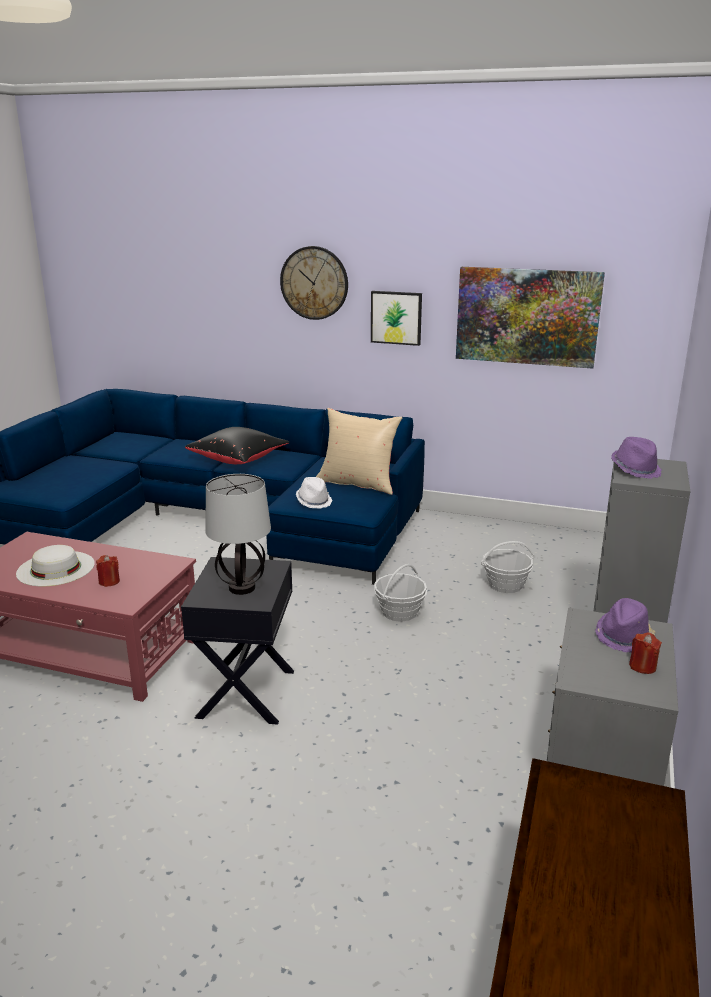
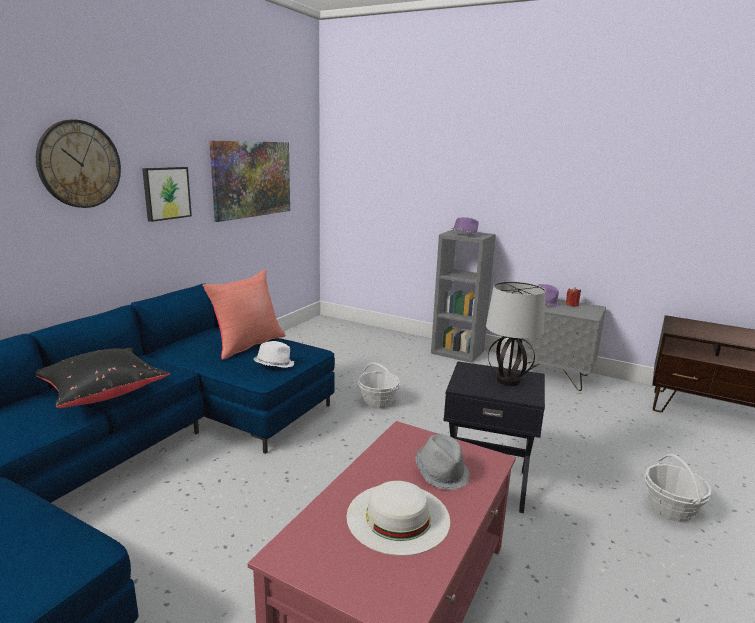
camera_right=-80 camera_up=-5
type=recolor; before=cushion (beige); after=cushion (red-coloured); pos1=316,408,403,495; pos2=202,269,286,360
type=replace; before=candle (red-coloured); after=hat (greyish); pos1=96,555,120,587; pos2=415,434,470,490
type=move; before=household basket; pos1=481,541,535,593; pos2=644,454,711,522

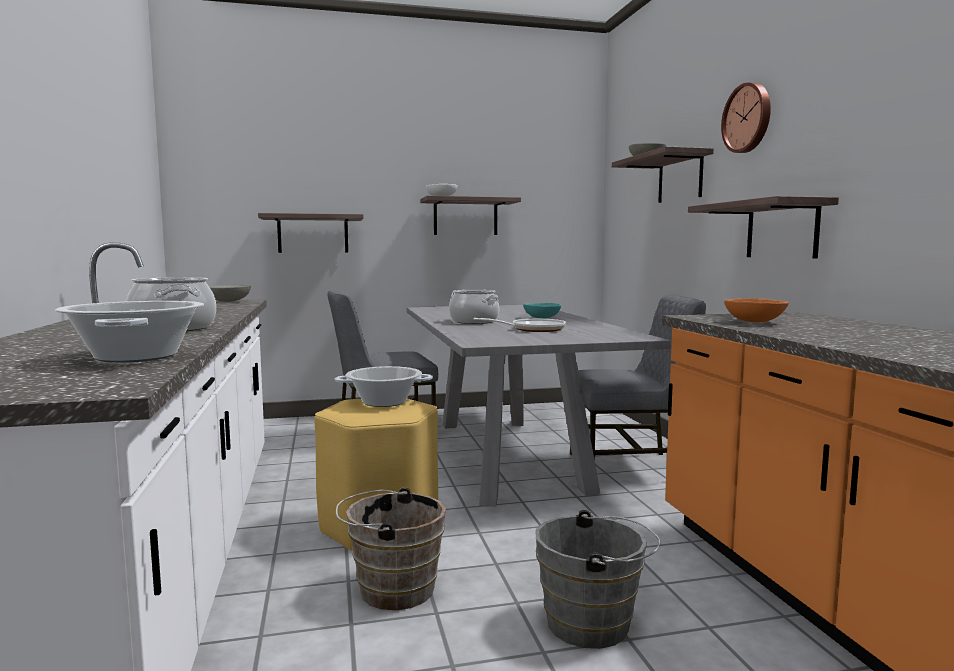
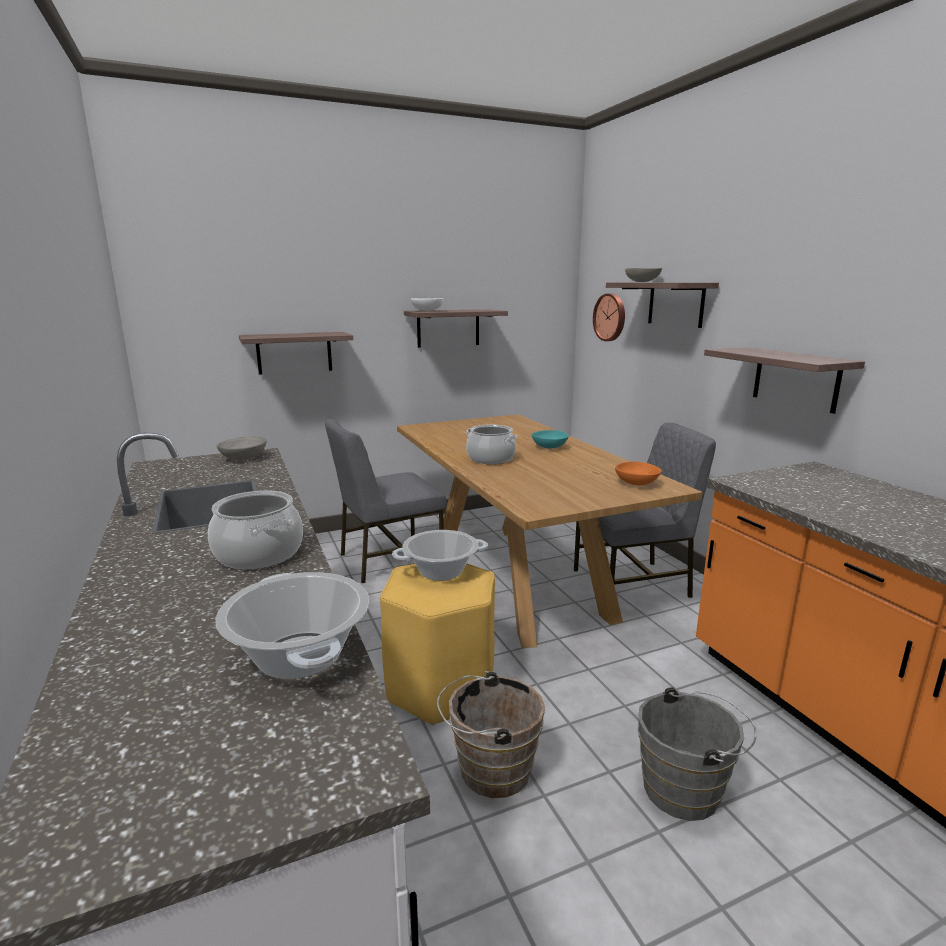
camera_right=-10 camera_up=10
type=recolor; before=kitchen table (greyish); after=kitchen table (brown-coloured); pos1=406,305,671,507; pos2=397,414,703,648
type=move; before=wall clock; pos1=721,82,771,153; pos2=593,293,625,341
type=move; before=deep dish (orange-coloured); pos1=724,298,789,323; pos2=615,461,662,485
type=delete; before=skillet; pos1=474,318,566,332

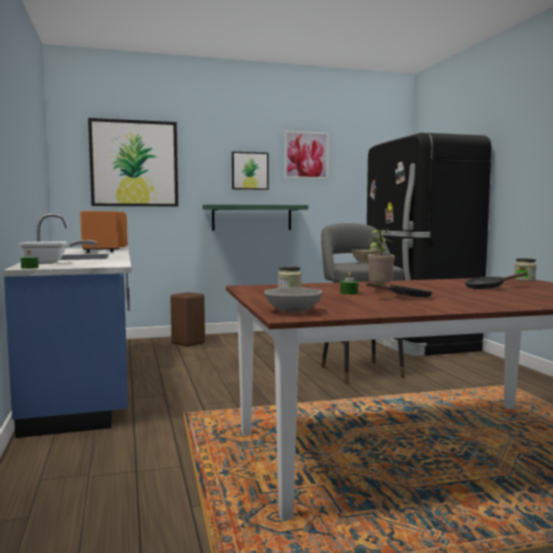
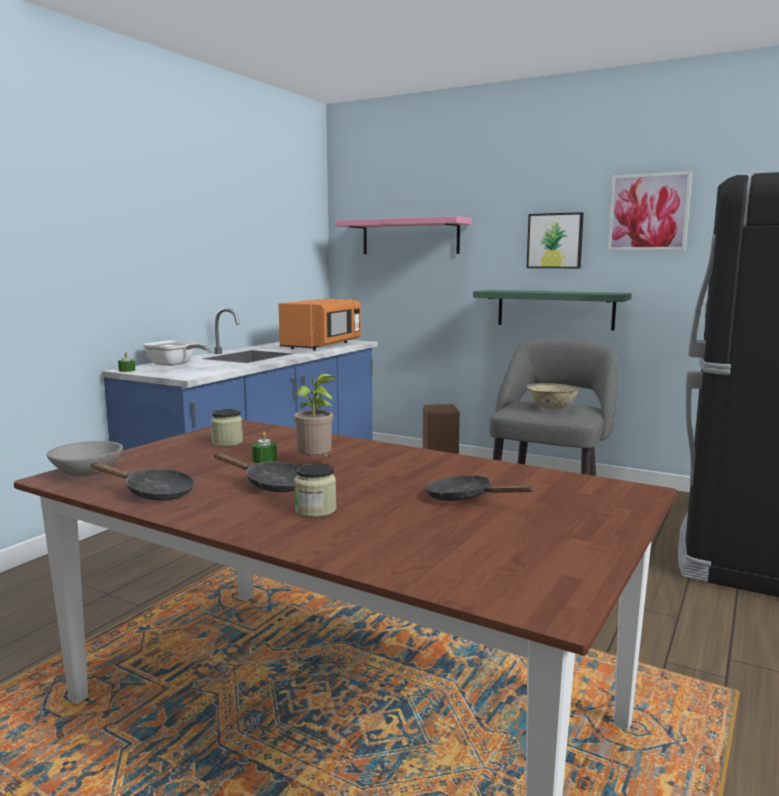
camera_right=45 camera_up=5
type=insert; after=skillet (black-coloured); pos2=90,462,194,500
type=move; before=preserve jar; pos1=514,258,537,281; pos2=294,463,336,517
type=replace; before=wall picture; after=shelf (pink); pos1=88,118,178,206; pos2=335,216,472,254

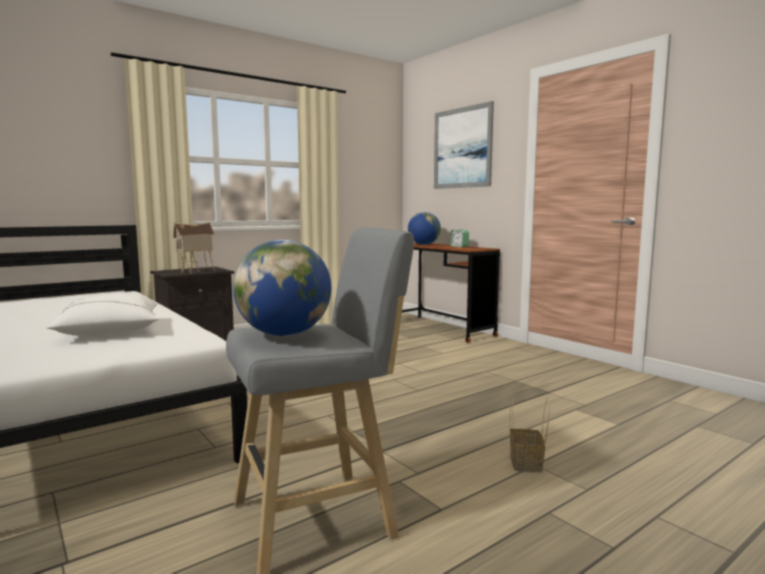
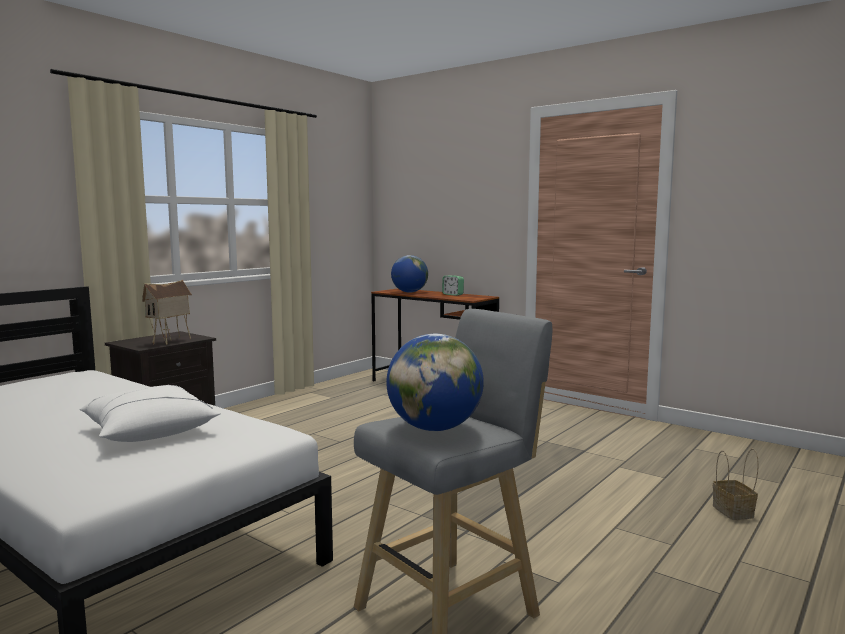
camera_right=-15 camera_up=0
type=move; before=household basket; pos1=510,396,550,472; pos2=713,449,759,520
type=delete; before=wall picture; pos1=434,101,494,189

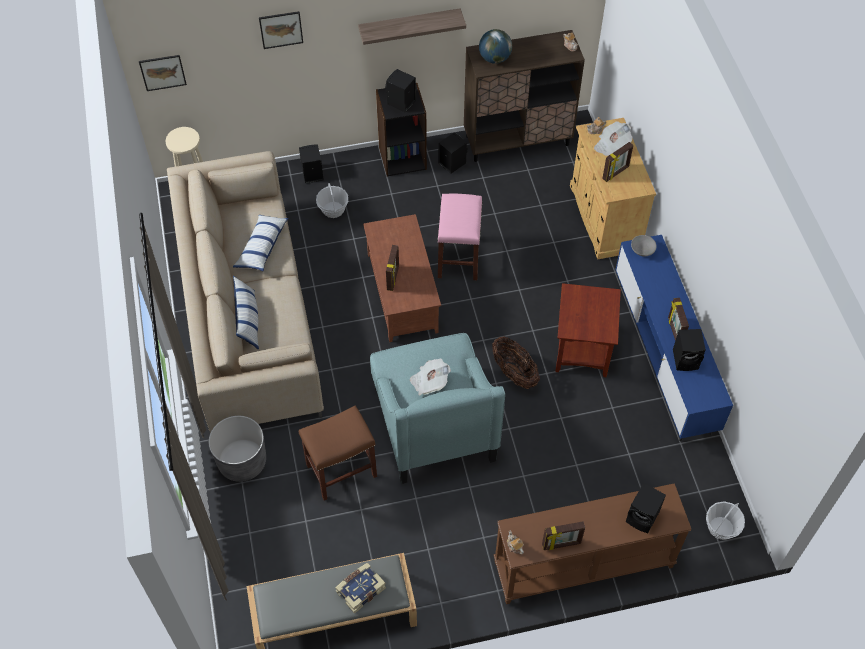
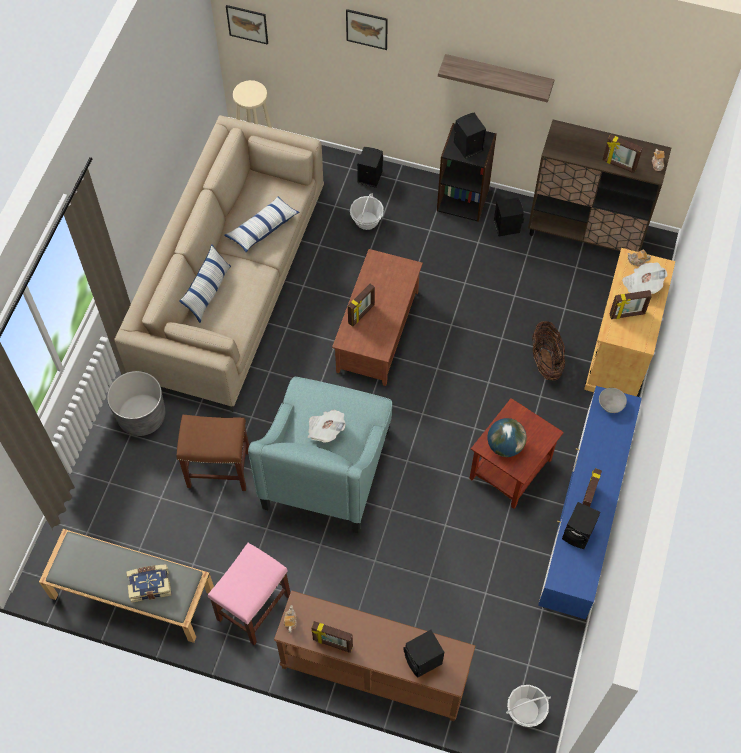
camera_right=30 camera_up=5
type=move; before=stool (pink); pos1=437,194,482,280; pos2=208,543,290,646
type=move; before=desk globe; pos1=479,29,512,64; pos2=488,418,527,457
type=move; before=household basket; pos1=492,336,540,389; pos2=532,321,565,380
type=insert; after=standing frame; pos2=603,134,643,173

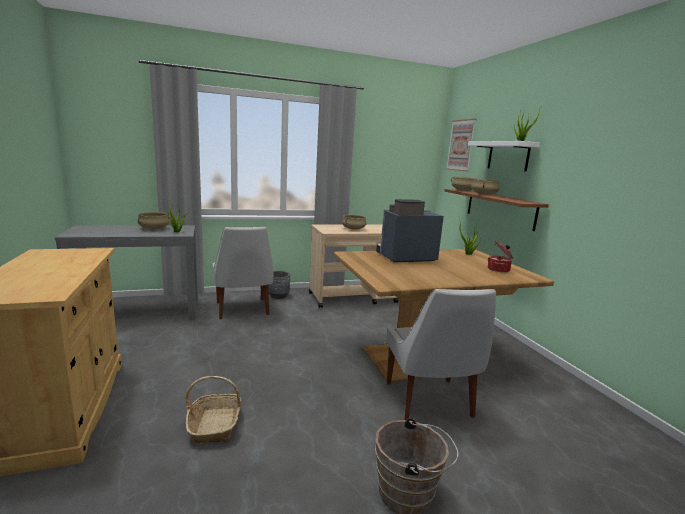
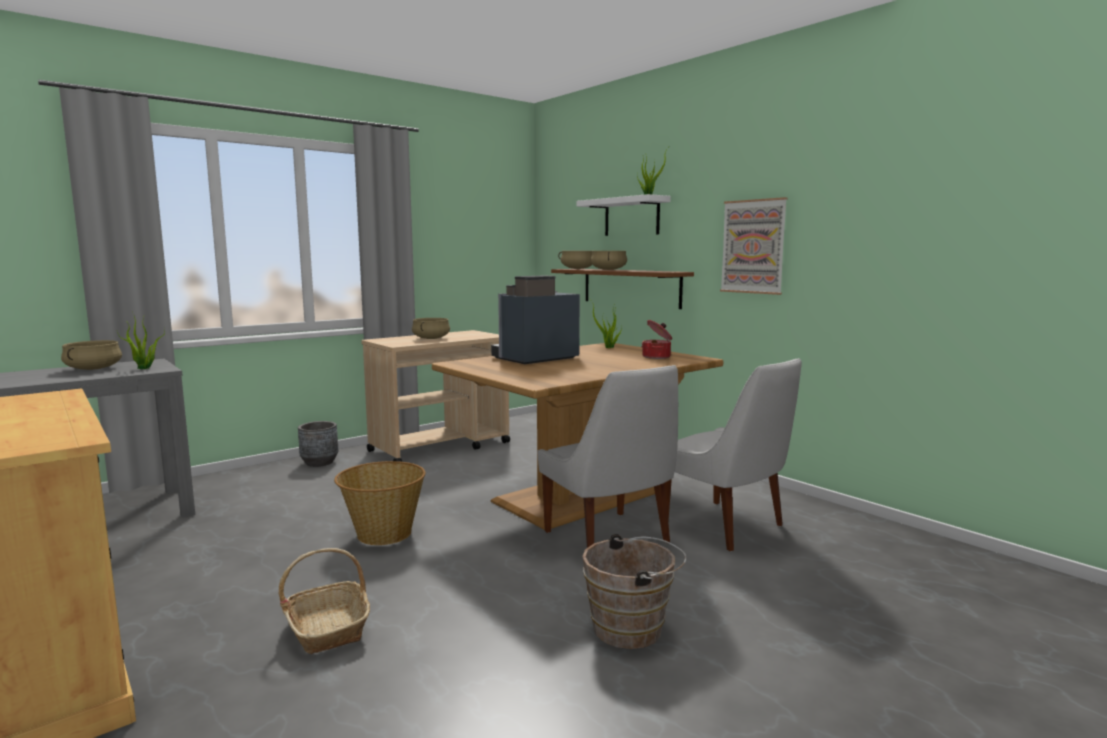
camera_right=-20 camera_up=-5
type=insert; after=household basket; pos2=334,461,425,545
type=move; before=upright chair (white); pos1=212,227,273,319; pos2=665,358,802,551
type=move; before=wall picture; pos1=446,118,476,172; pos2=720,197,788,295

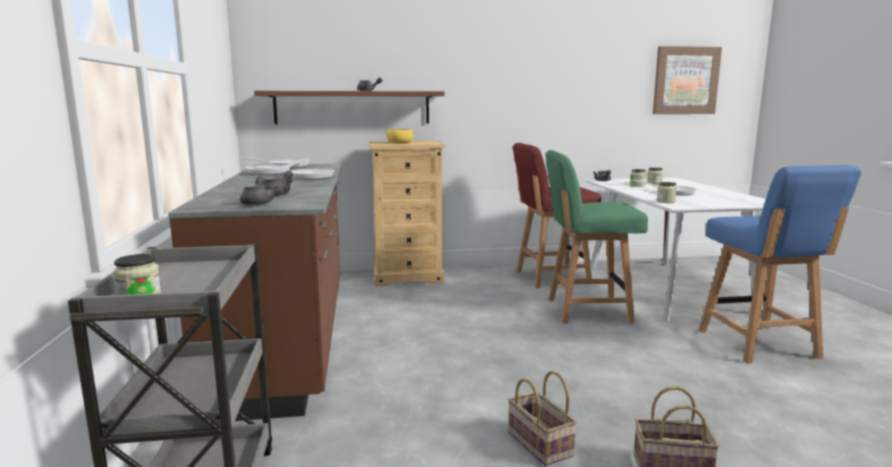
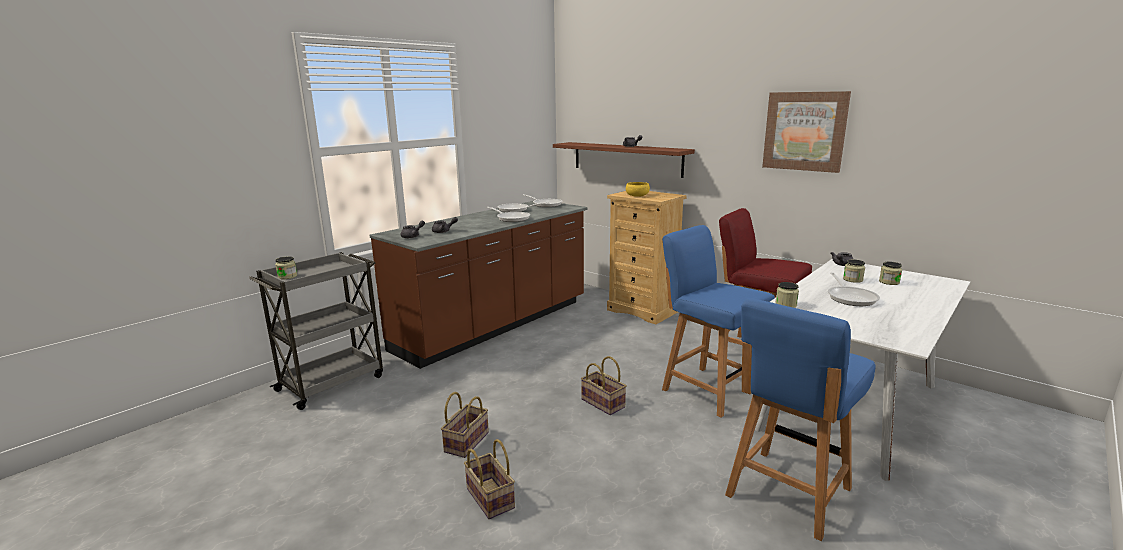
camera_right=50 camera_up=5
type=insert; after=household basket; pos2=581,356,627,415
type=recolor; before=upright chair (green-coloured); after=upright chair (blue-coloured); pos1=545,150,648,324; pos2=662,225,775,417
type=move; before=wall picture; pos1=653,46,722,114; pos2=762,91,851,173

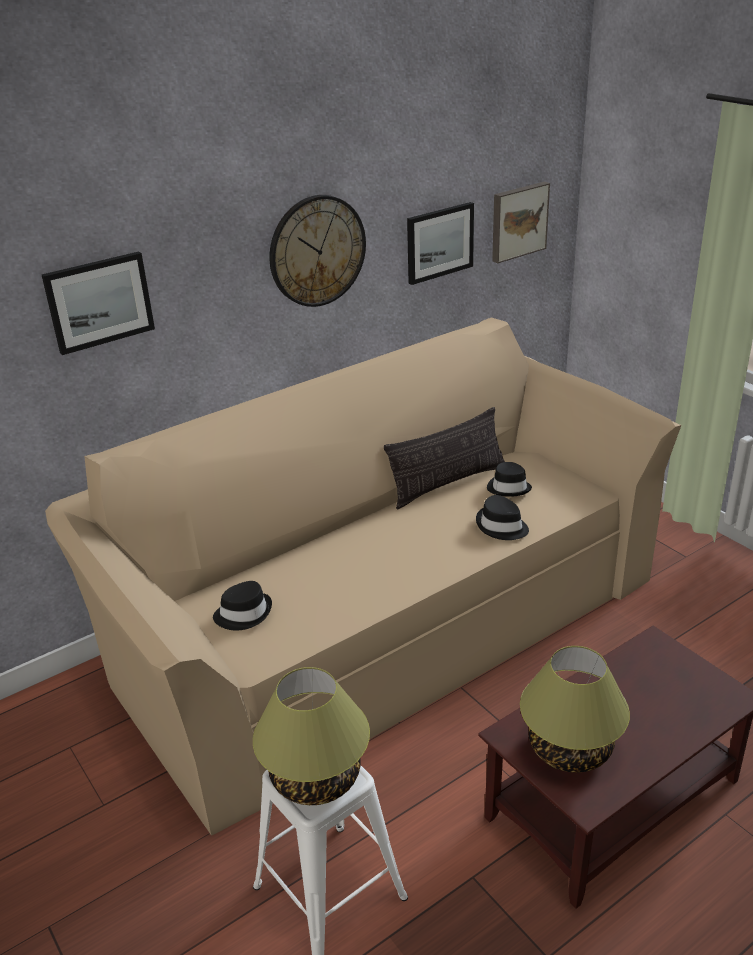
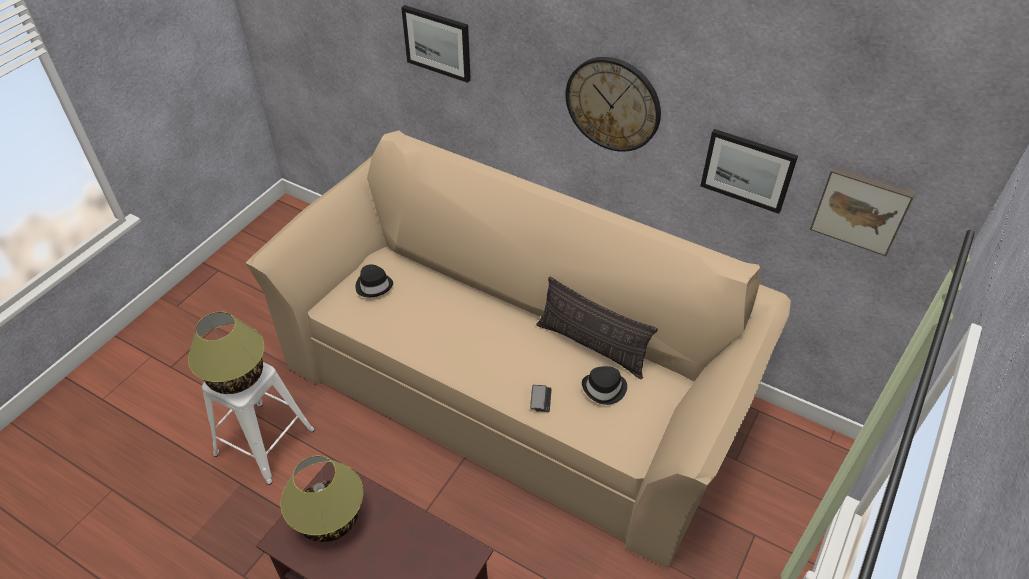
camera_right=65 camera_up=15
type=replace; before=hat (black-coloured); after=handset; pos1=476,495,529,540; pos2=530,385,551,412

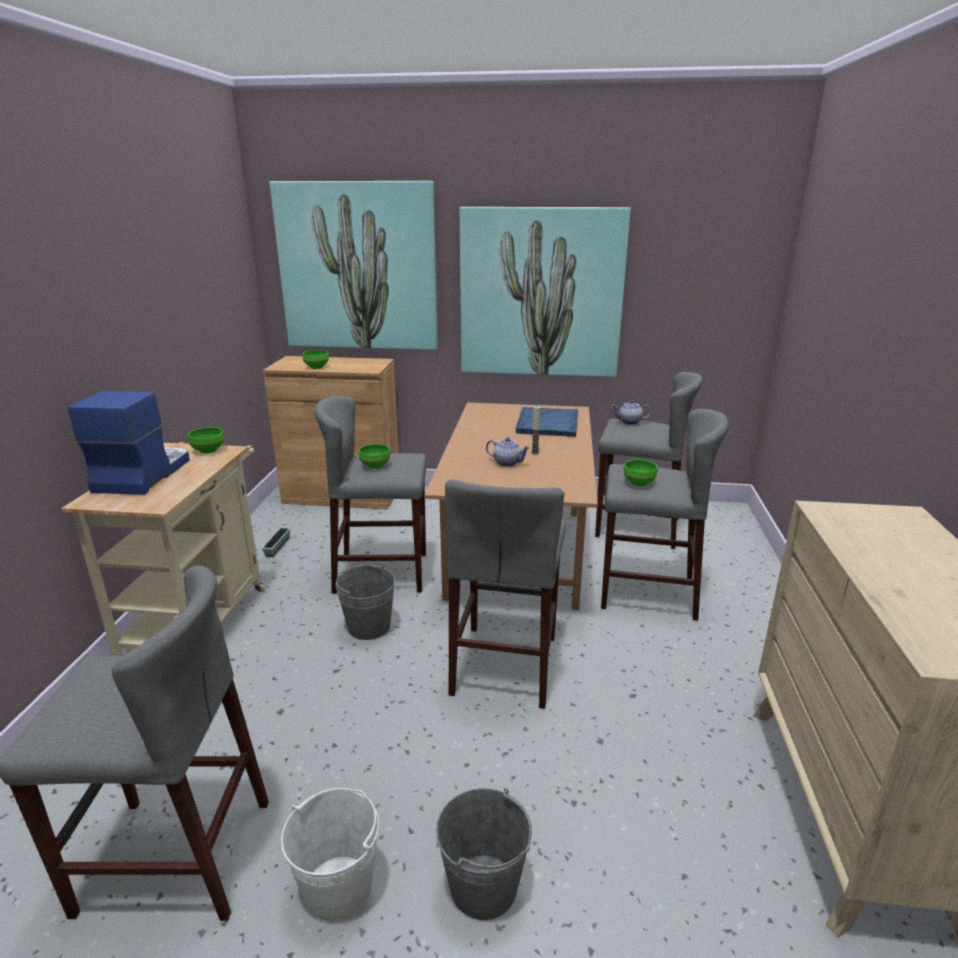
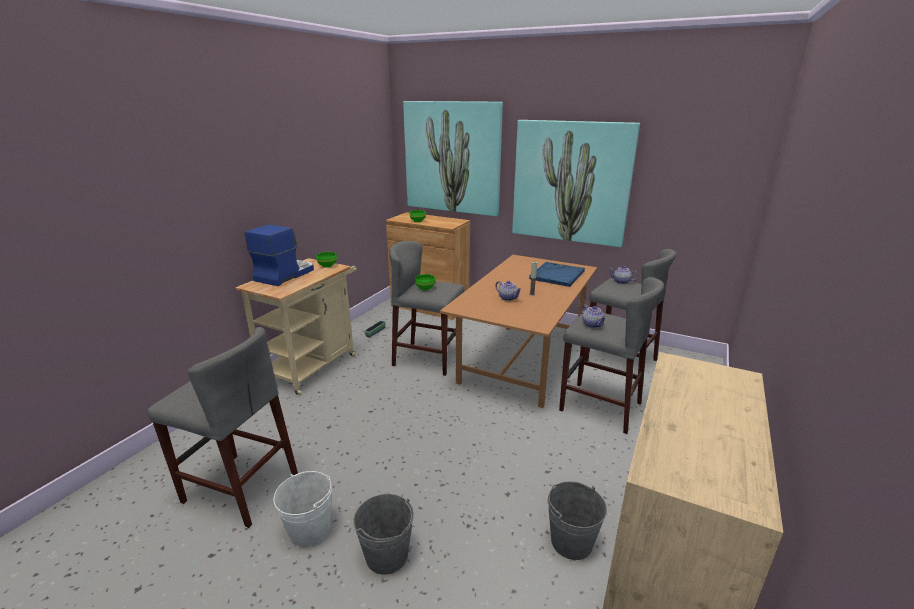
camera_right=20 camera_up=0
type=move; before=bucket (greyish); pos1=335,565,395,640; pos2=548,481,607,560
type=replace; before=deep dish (green-coloured); after=pot for tea; pos1=623,459,658,486; pos2=582,305,607,328
type=delete; before=stool (greyish); pos1=445,479,566,709

